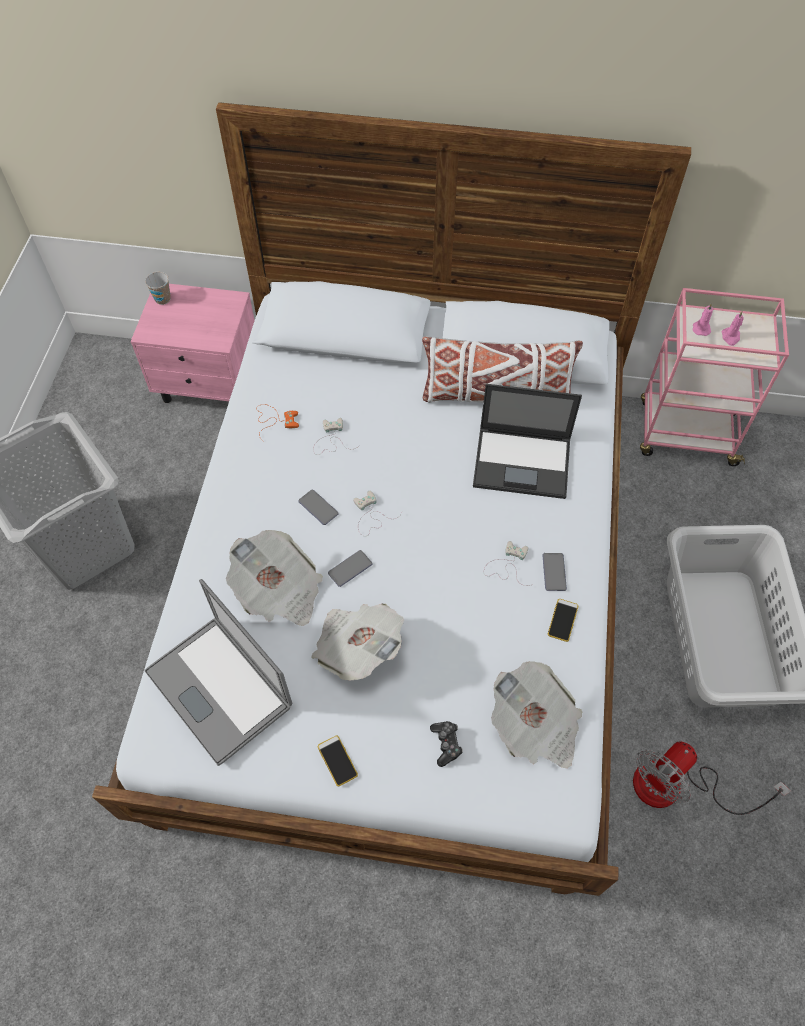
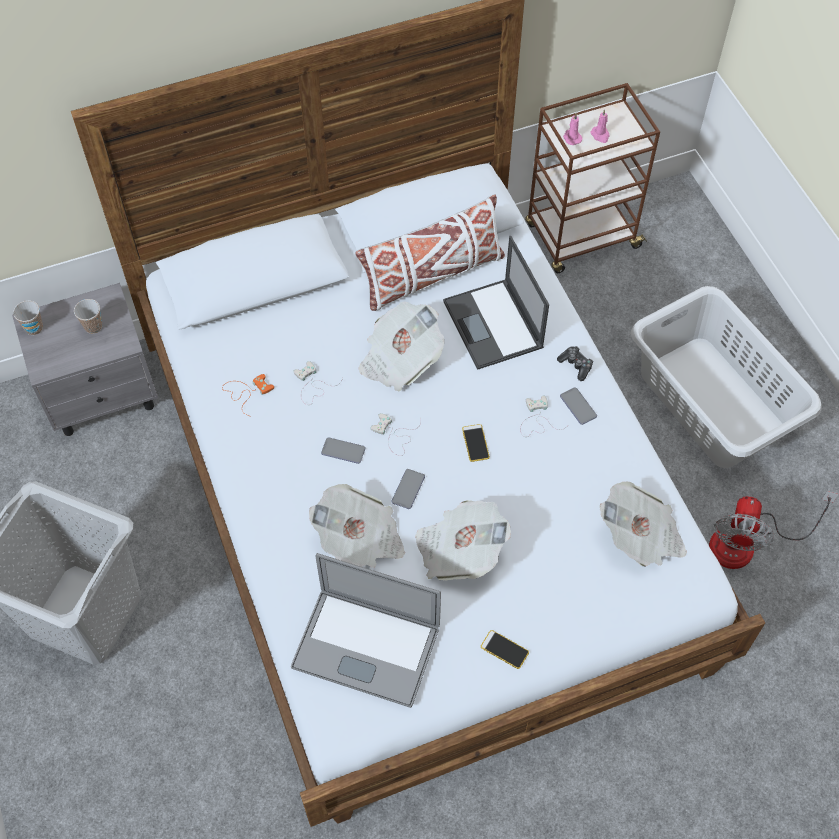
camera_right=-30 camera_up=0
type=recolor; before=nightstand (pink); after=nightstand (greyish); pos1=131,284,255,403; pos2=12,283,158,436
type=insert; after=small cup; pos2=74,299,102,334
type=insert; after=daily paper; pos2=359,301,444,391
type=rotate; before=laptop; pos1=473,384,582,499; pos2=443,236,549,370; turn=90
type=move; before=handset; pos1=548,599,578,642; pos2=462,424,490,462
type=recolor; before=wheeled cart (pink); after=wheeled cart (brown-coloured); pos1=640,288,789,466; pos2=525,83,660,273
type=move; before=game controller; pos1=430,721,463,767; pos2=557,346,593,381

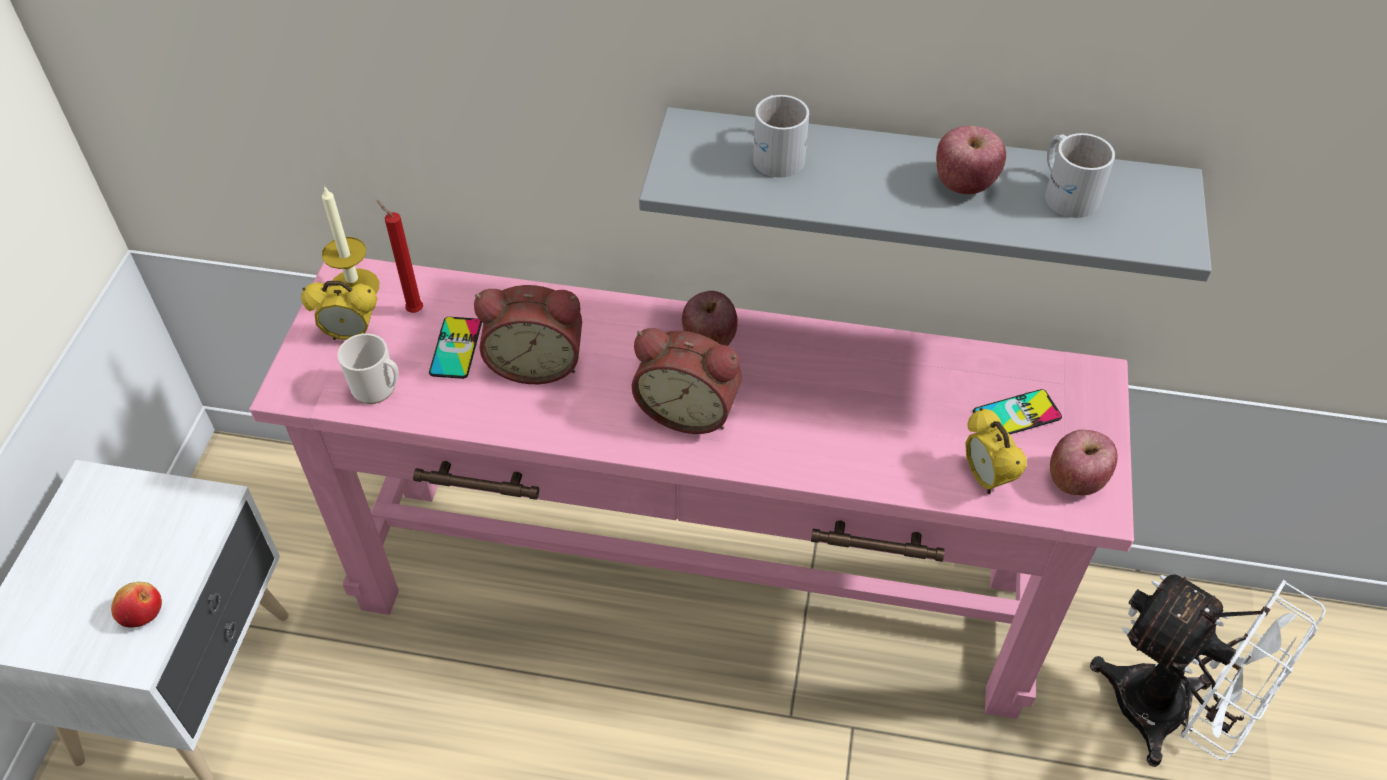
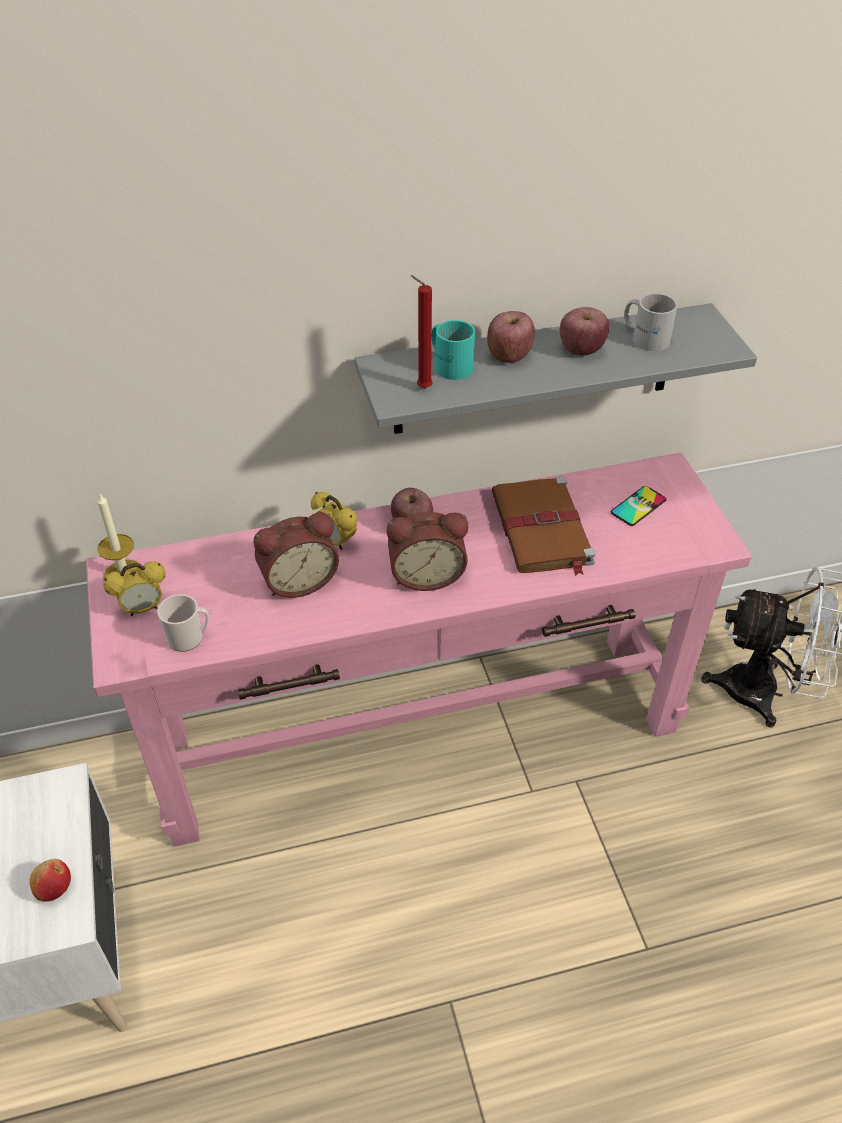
camera_right=-25 camera_up=-5
type=move; before=alarm clock; pos1=965,408,1027,494; pos2=311,492,358,550
type=move; before=candle (red-coloured); pos1=377,200,423,313; pos2=411,275,433,388
type=recolor; before=mug (white); after=mug (turquoise); pos1=753,95,809,178; pos2=432,320,475,380
type=move; before=apple; pos1=1050,430,1117,495; pos2=487,311,535,363
type=insert; after=volume (brown-coloured); pos2=491,477,595,576
type=delete; before=handset; pos1=429,317,482,379

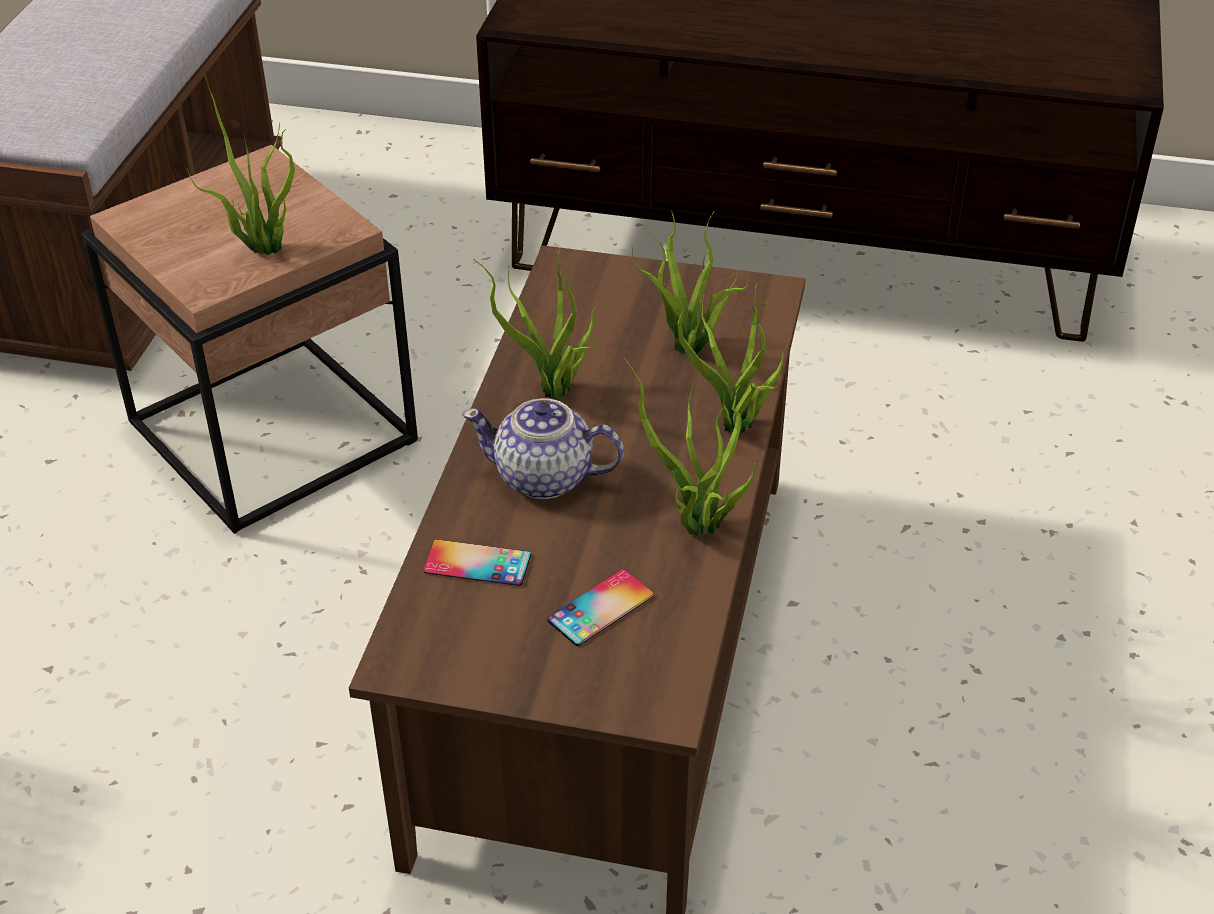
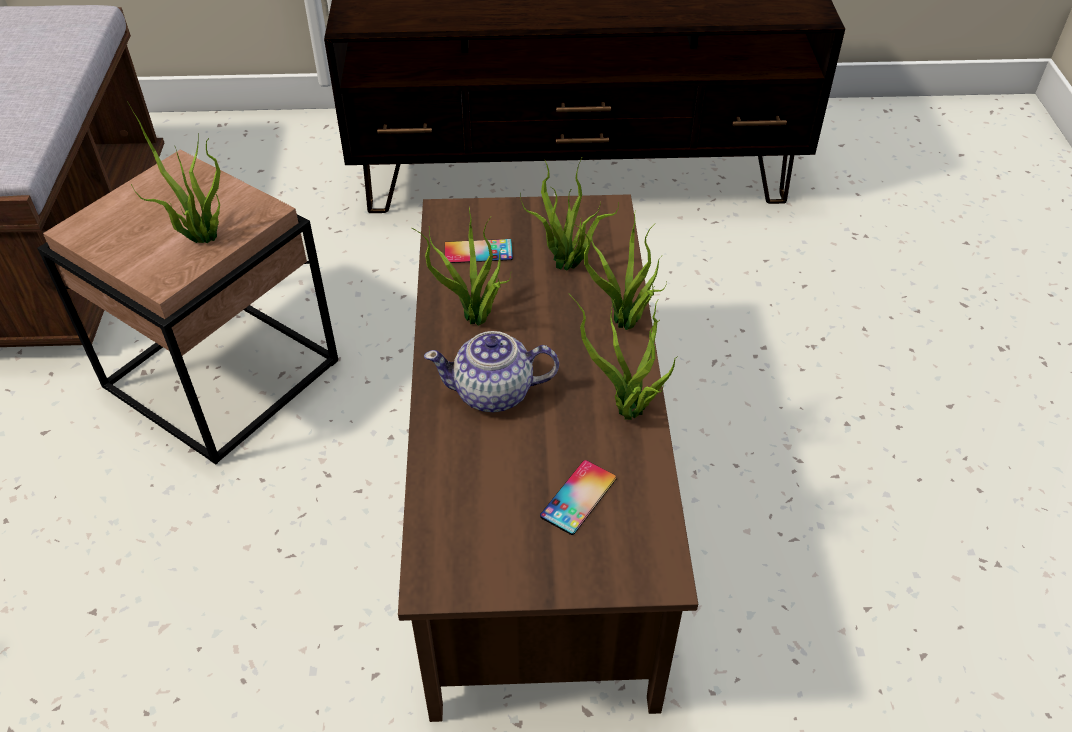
camera_right=-15 camera_up=5
type=move; before=handset; pos1=423,539,531,586; pos2=445,239,513,263

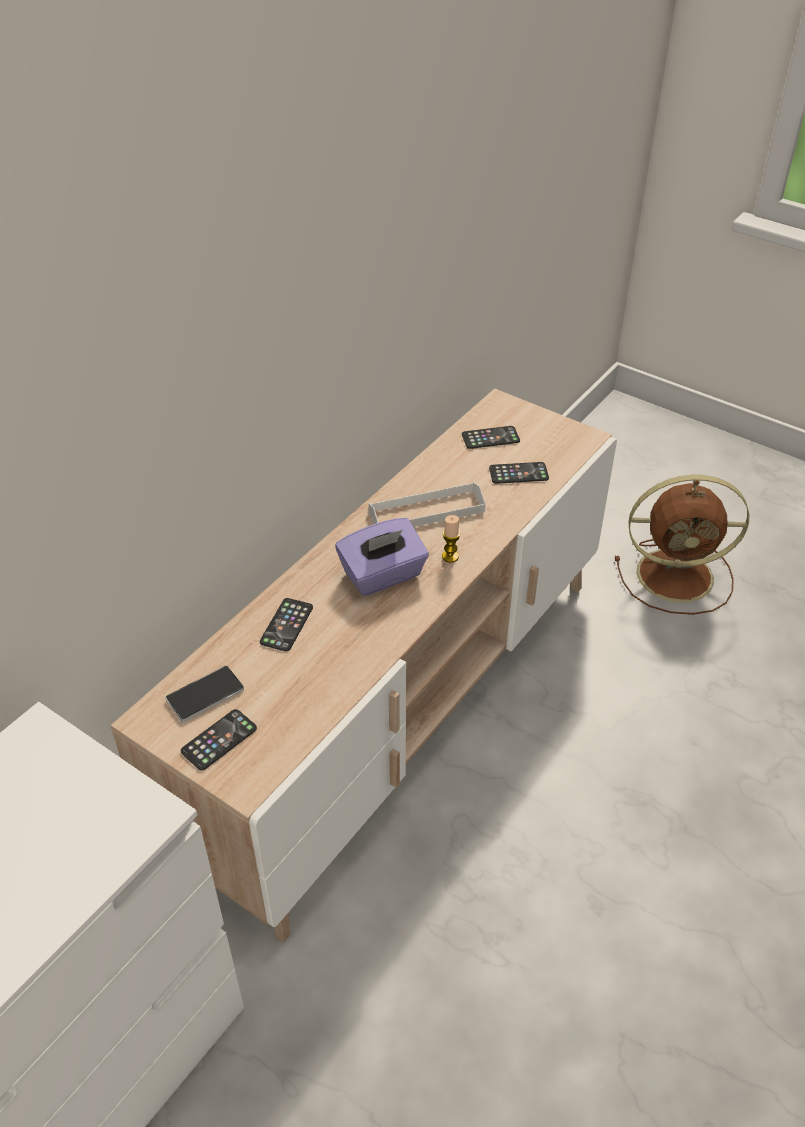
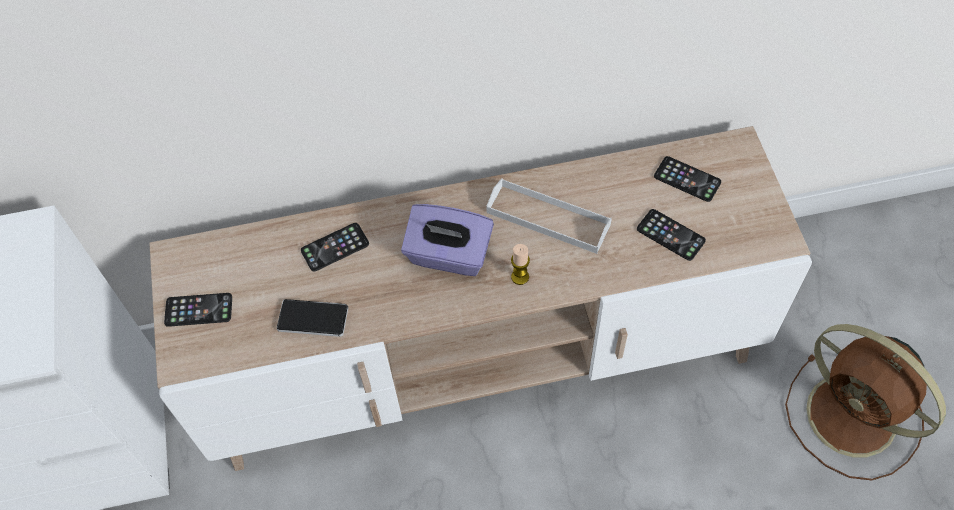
camera_right=45 camera_up=15
type=move; before=handset; pos1=165,666,244,723; pos2=277,299,348,337

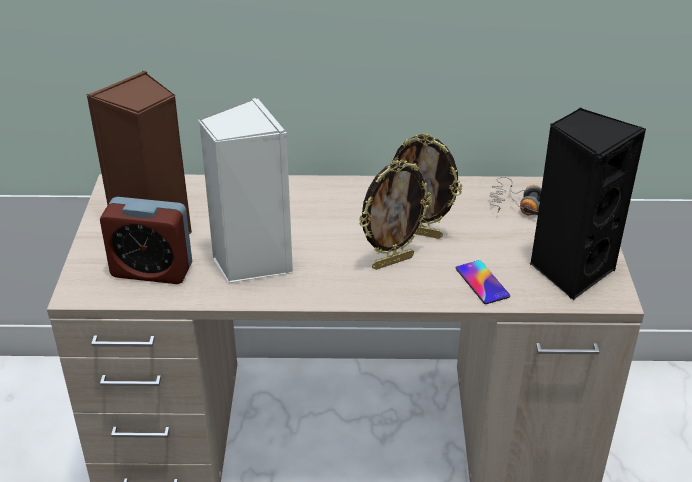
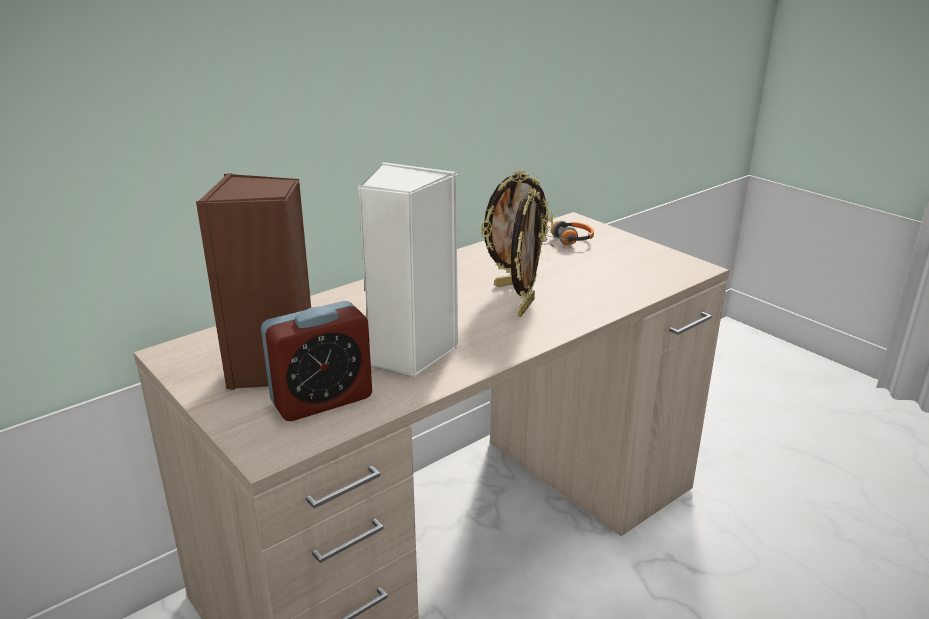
camera_right=-40 camera_up=-10
type=delete; before=handset; pos1=456,260,510,304
type=delete; before=loudspeaker (black-coloured); pos1=530,108,646,300

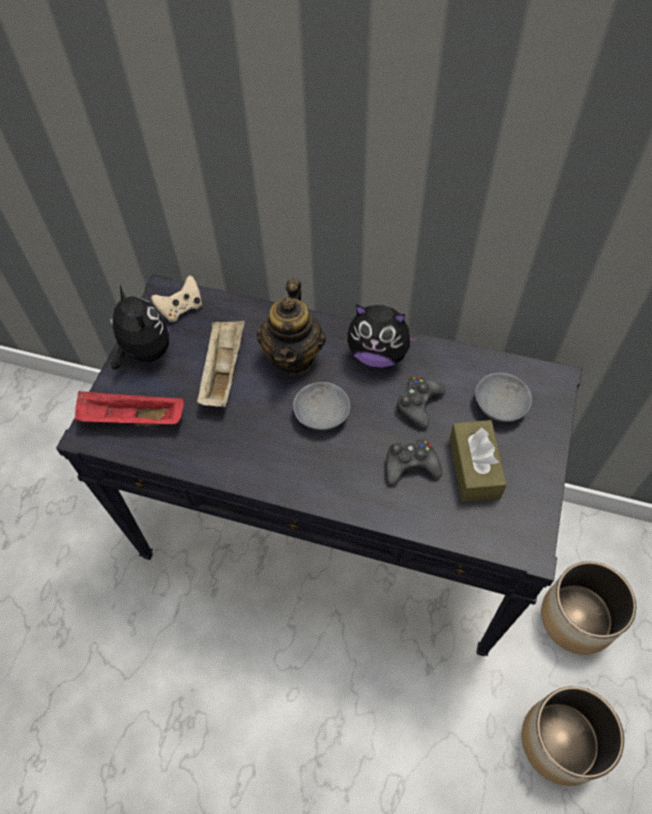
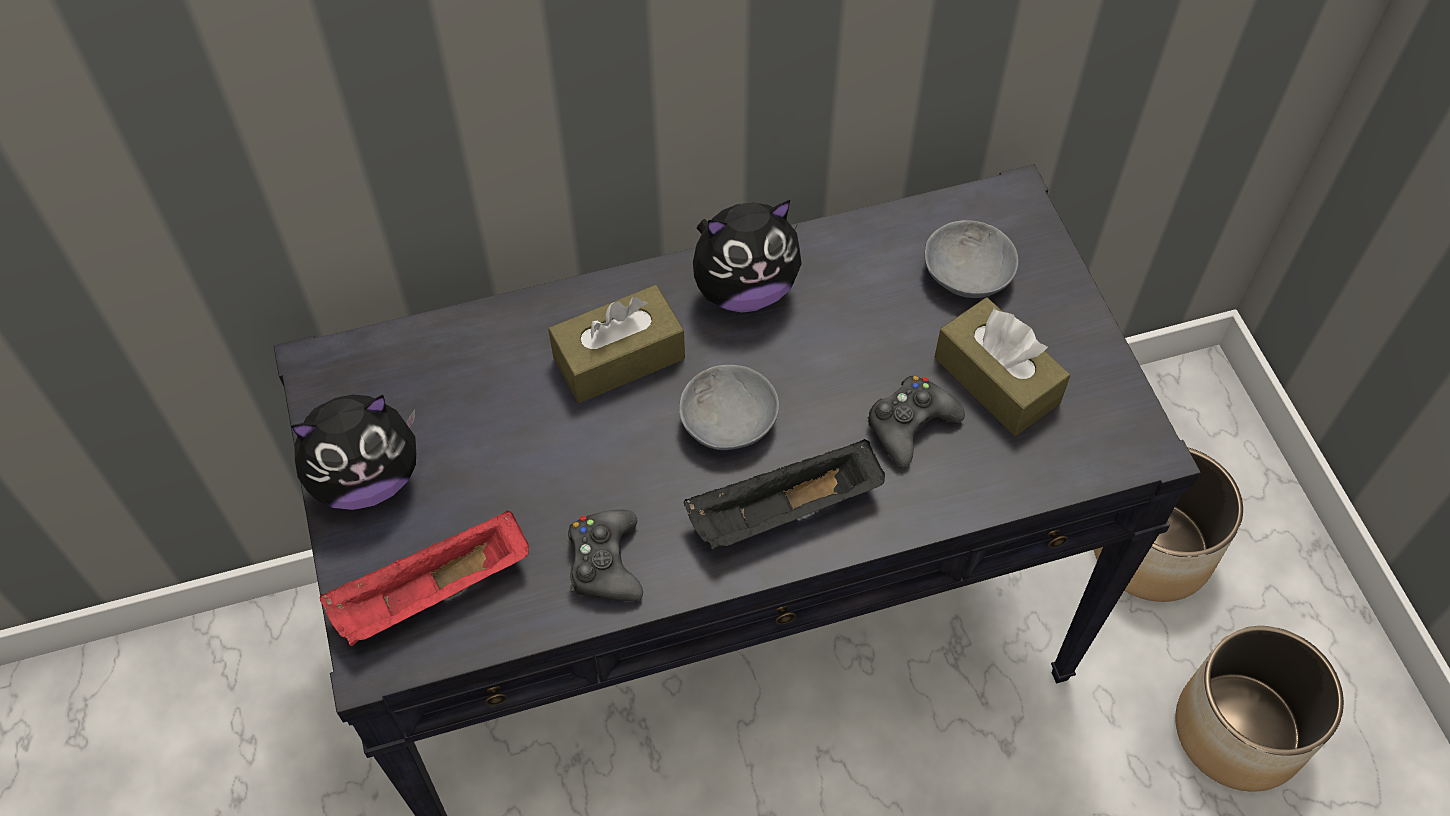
camera_right=-35 camera_up=0
type=rotate; before=plush toy; pos1=110,284,169,370; pos2=291,395,416,510; turn=135
type=replace; before=pot for tea; after=tissue holder (brown-coloured); pos1=257,278,326,375; pos2=548,285,685,403
type=move; before=game controller (black-coloured); pos1=395,376,446,429; pos2=568,510,643,601
type=insert; after=carrying tray (black-coloured); pos2=684,439,885,551
type=delete; before=game controller (beige); pos1=151,275,202,322
type=delete; before=carrying tray (beige); pos1=197,321,245,407

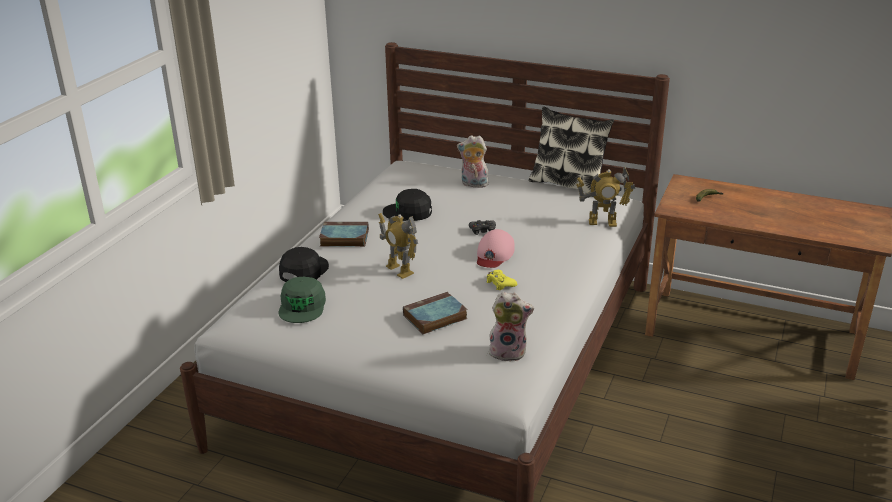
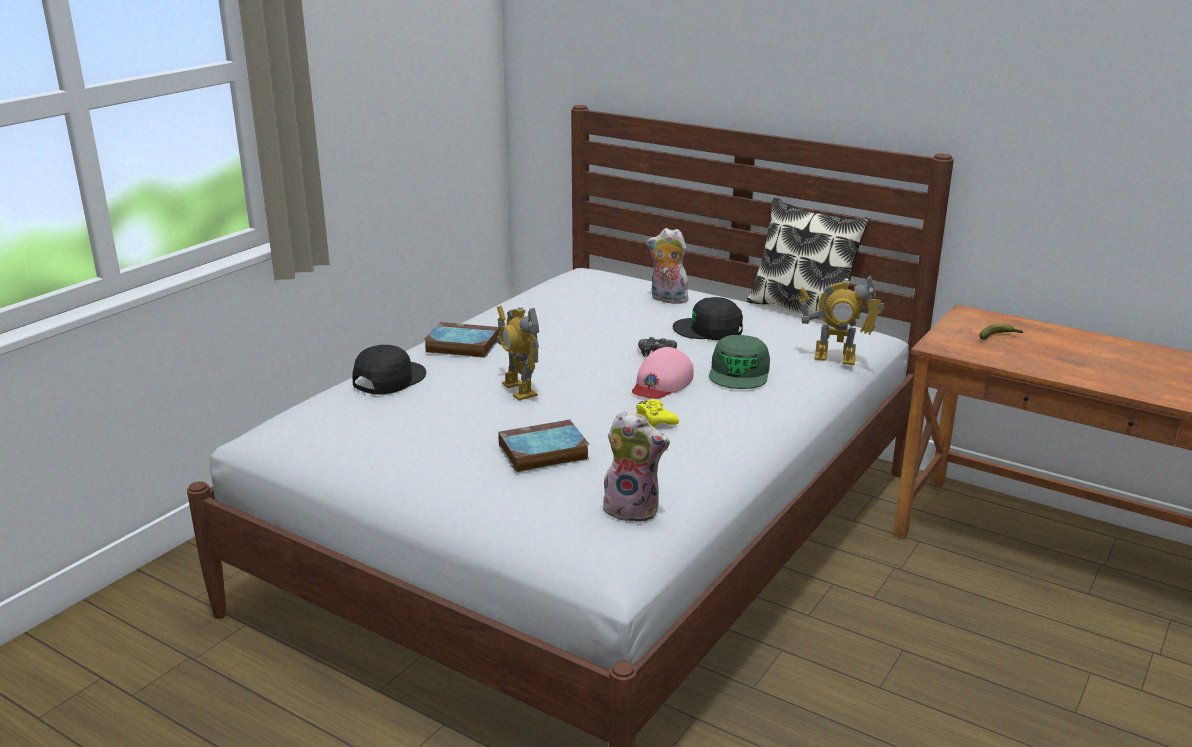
camera_right=10 camera_up=-5
type=move; before=cap (black-coloured); pos1=383,189,432,221; pos2=673,297,743,340
type=move; before=cap (green-coloured); pos1=278,277,326,323; pos2=709,335,770,389

